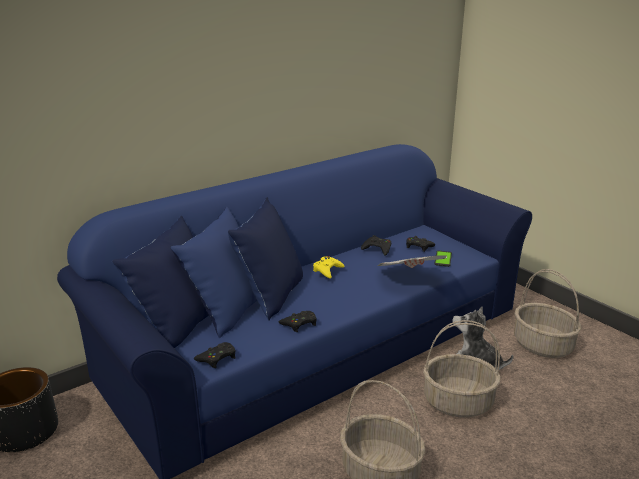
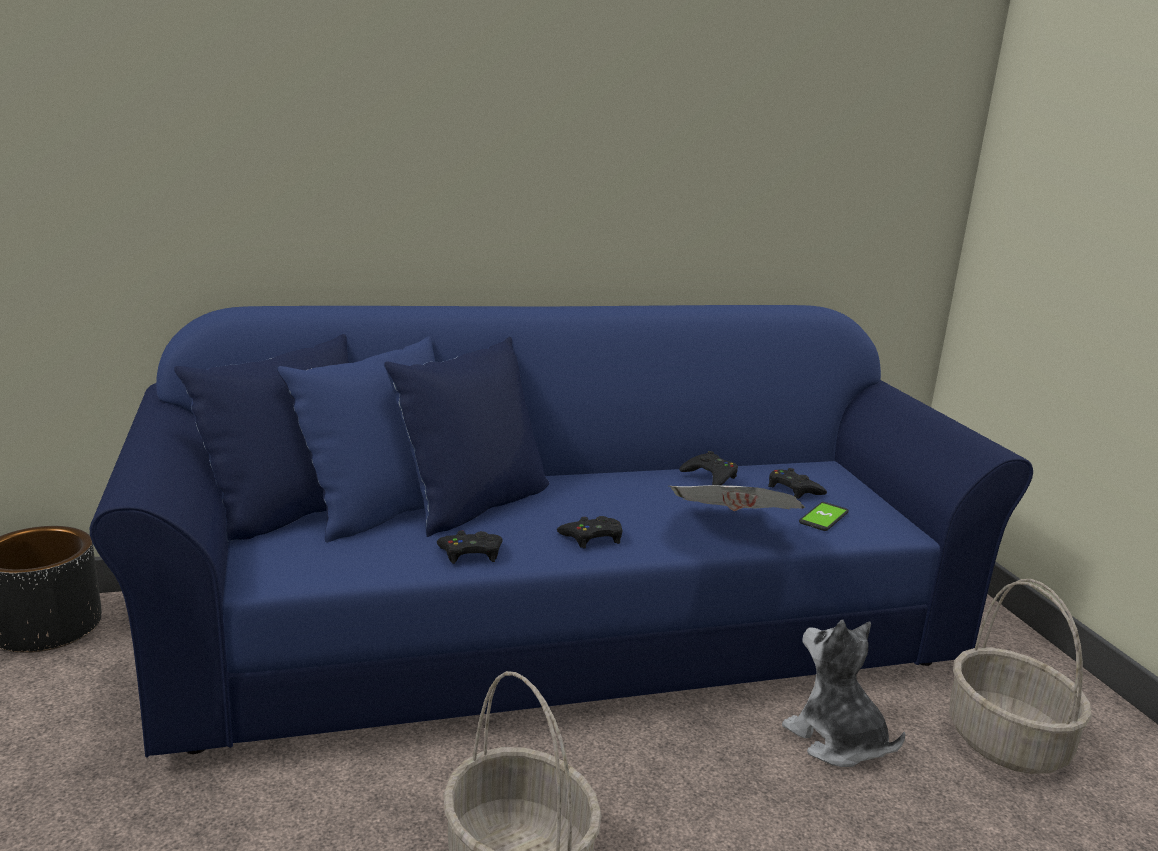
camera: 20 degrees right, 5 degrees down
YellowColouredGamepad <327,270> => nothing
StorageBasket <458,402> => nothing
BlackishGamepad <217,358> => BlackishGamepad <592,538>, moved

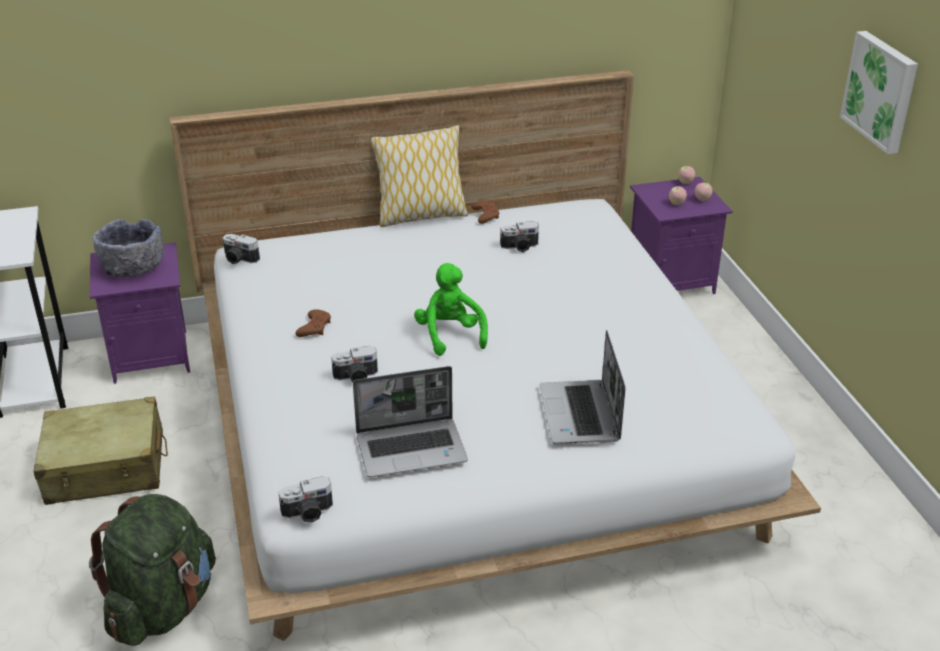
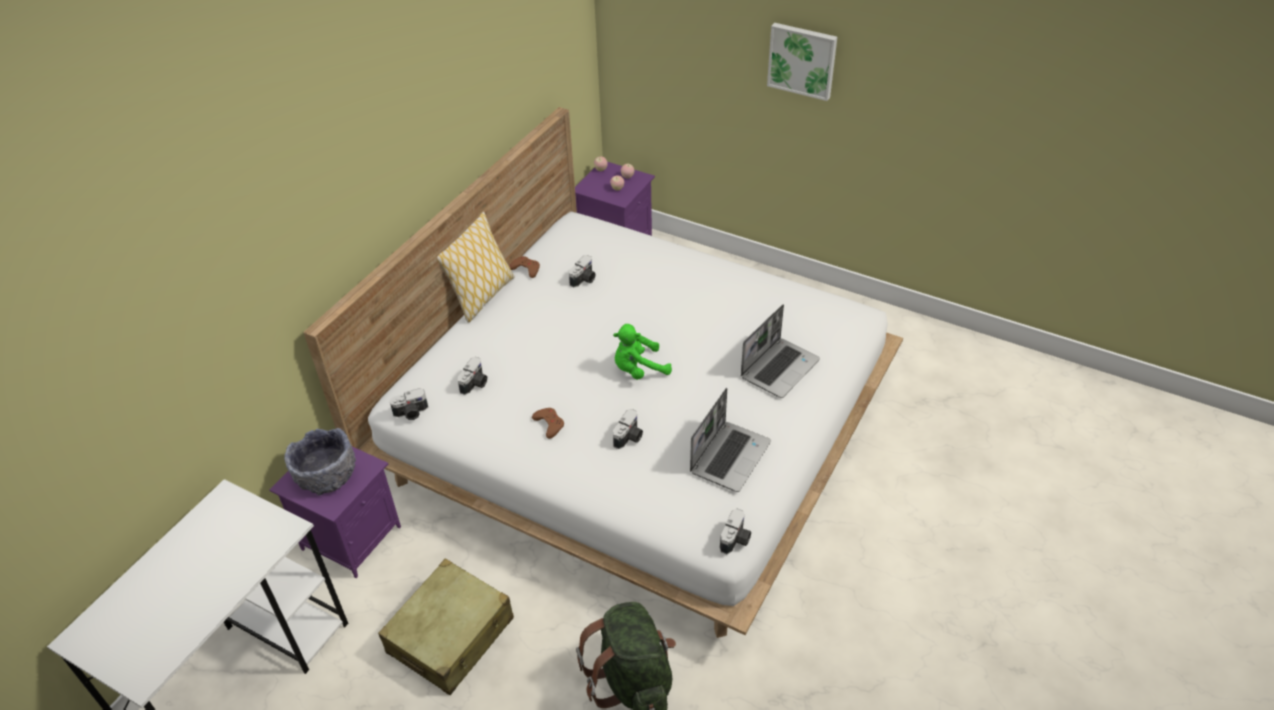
camera: 45 degrees left, 10 degrees up
GreenishCuddlyToy <450,335> => GreenishCuddlyToy <638,369>, 45 degrees counterclockwise
PortableComputer <581,415> => PortableComputer <779,368>, 90 degrees counterclockwise
nothing => StillCamera <475,384>

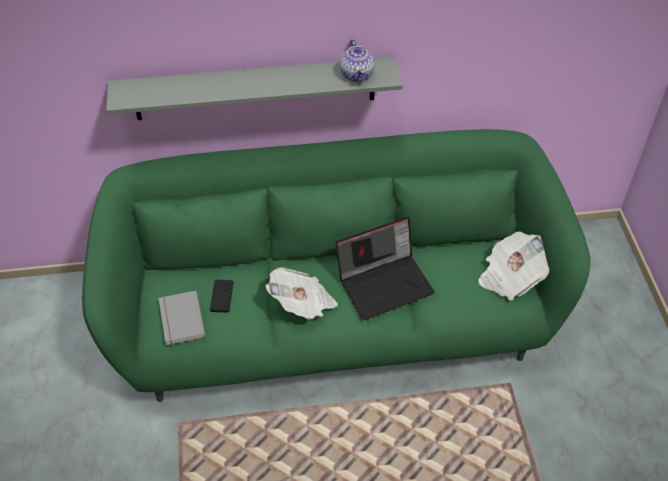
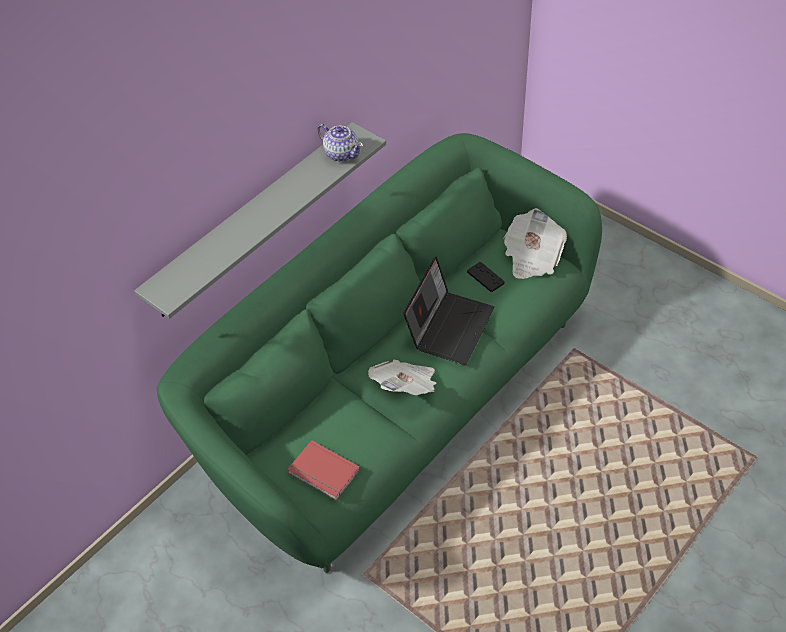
camera: 40 degrees left, 0 degrees up
BlackishGamepad <221,296> => BlackishGamepad <485,277>, moved
GrayBook <180,319> => RedBook <323,473>

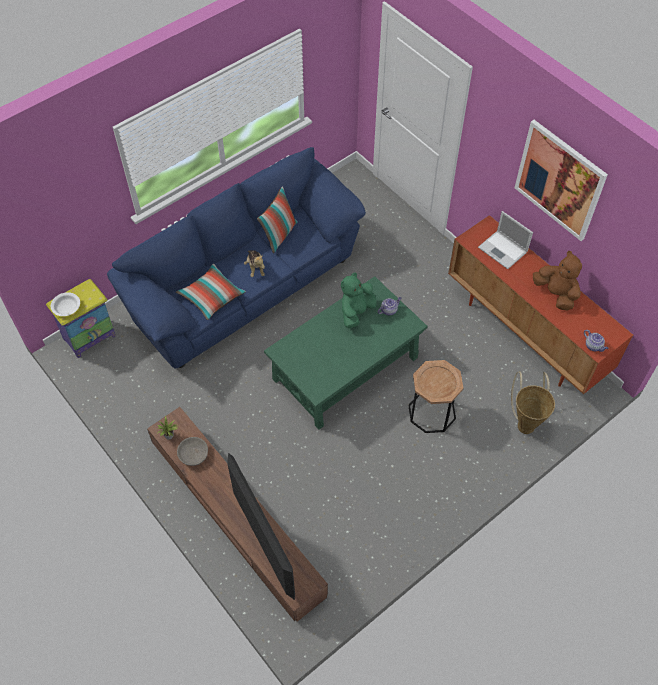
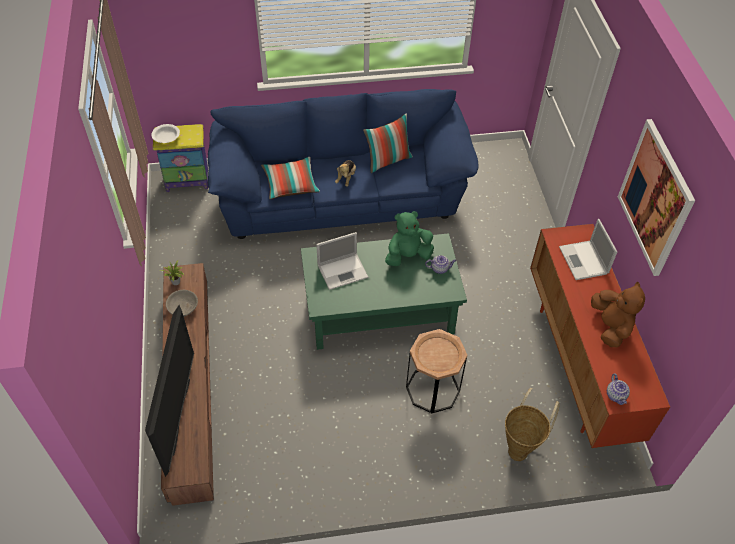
camera: 30 degrees right, 5 degrees down
nothing => PortableComputer <343,271>

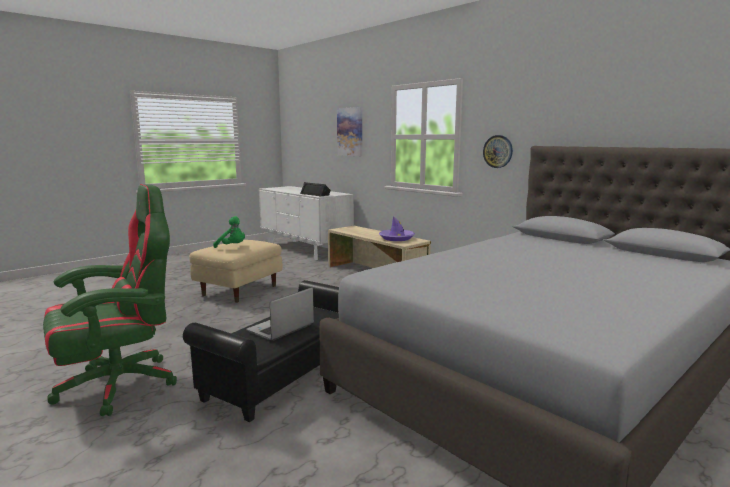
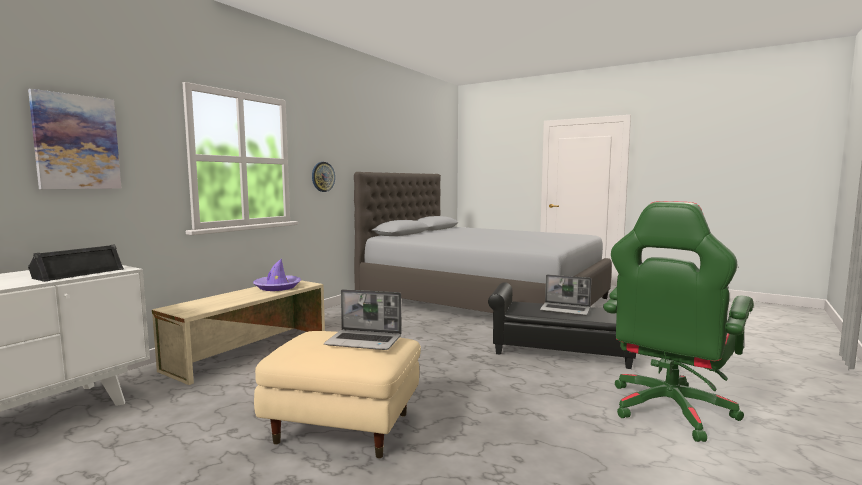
camera: 105 degrees left, 5 degrees down
GreenishDeskChair <118,385> => GreenishDeskChair <670,409>, 90 degrees counterclockwise
GreenishCuddlyToy <232,247> => PortableComputer <365,341>

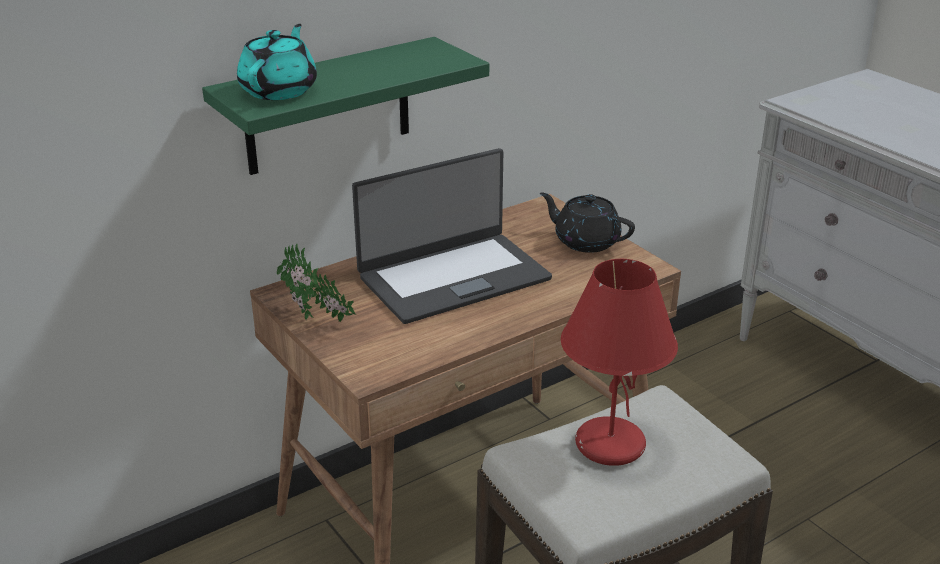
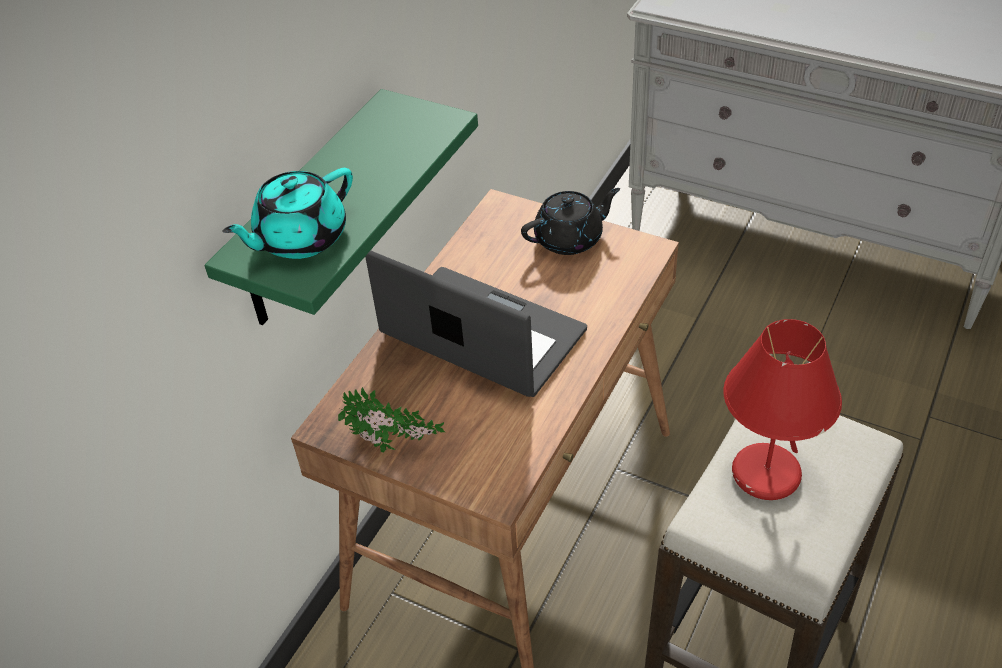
camera: 25 degrees left, 15 degrees up
BlueGreenPotForTea <280,90> => BlueGreenPotForTea <300,238>, 120 degrees counterclockwise
PortableComputer <453,277> => PortableComputer <481,335>, 90 degrees counterclockwise
BlackishPotForTea <585,241> => BlackishPotForTea <570,239>, 150 degrees clockwise

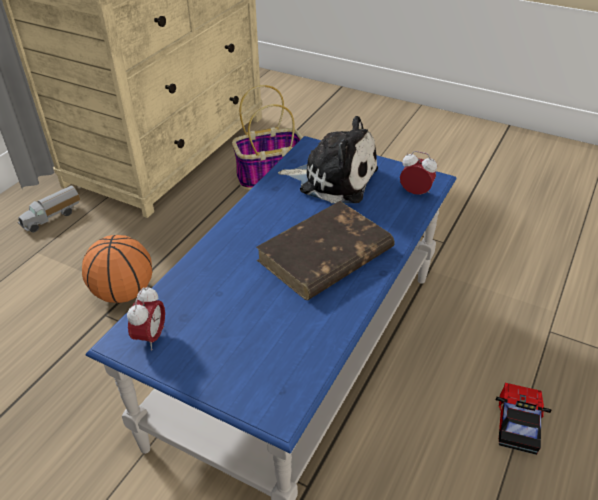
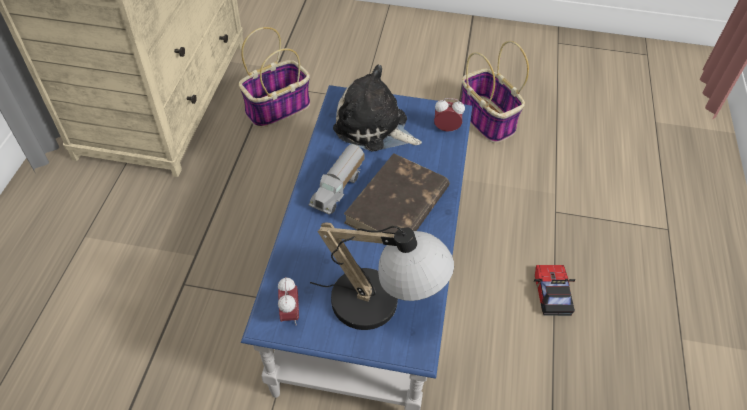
camera: 20 degrees left, 10 degrees up
CuddlyToy <333,179> => CuddlyToy <374,128>, 150 degrees counterclockwise
ModelTruck <52,218> => ModelTruck <338,189>, moved
BasketballBall <124,293> => nothing
nothing => StorageBasket <487,120>
nothing => TabletopLamp <382,306>

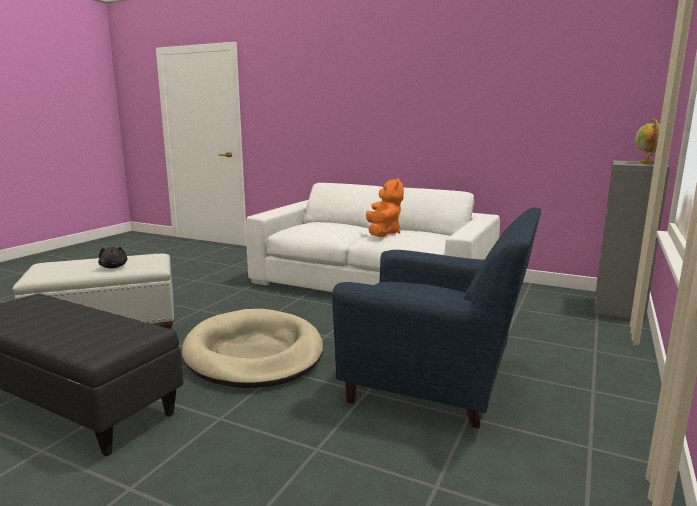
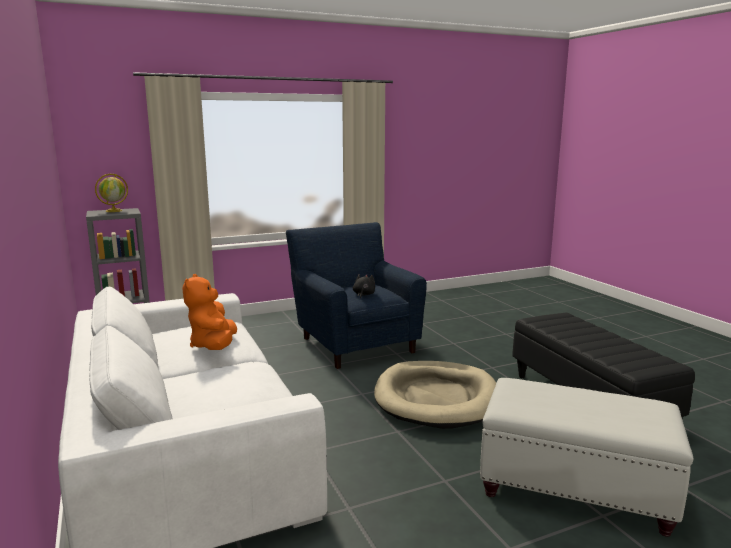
camera: 140 degrees left, 0 degrees up
OrangeCuddlyToy <383,233> => OrangeCuddlyToy <214,346>, 45 degrees counterclockwise
BlackishCuddlyToy <114,267> => BlackishCuddlyToy <363,294>, moved

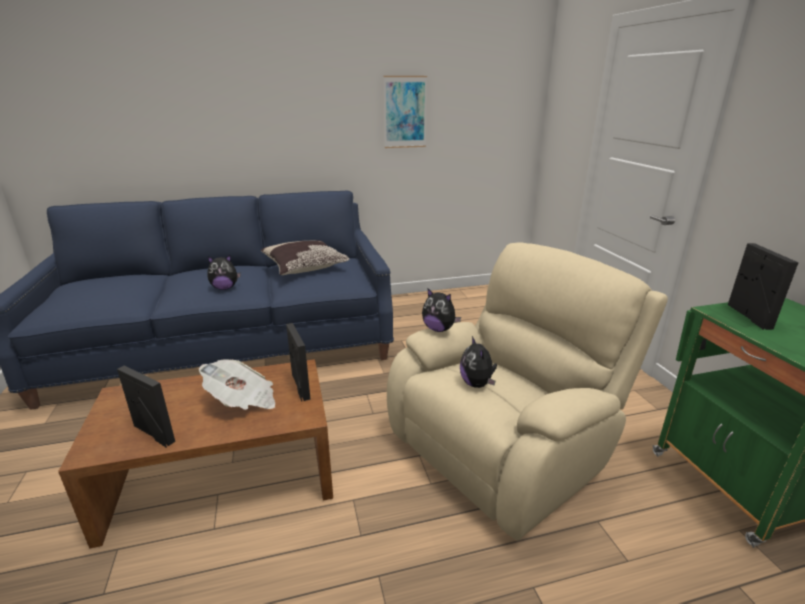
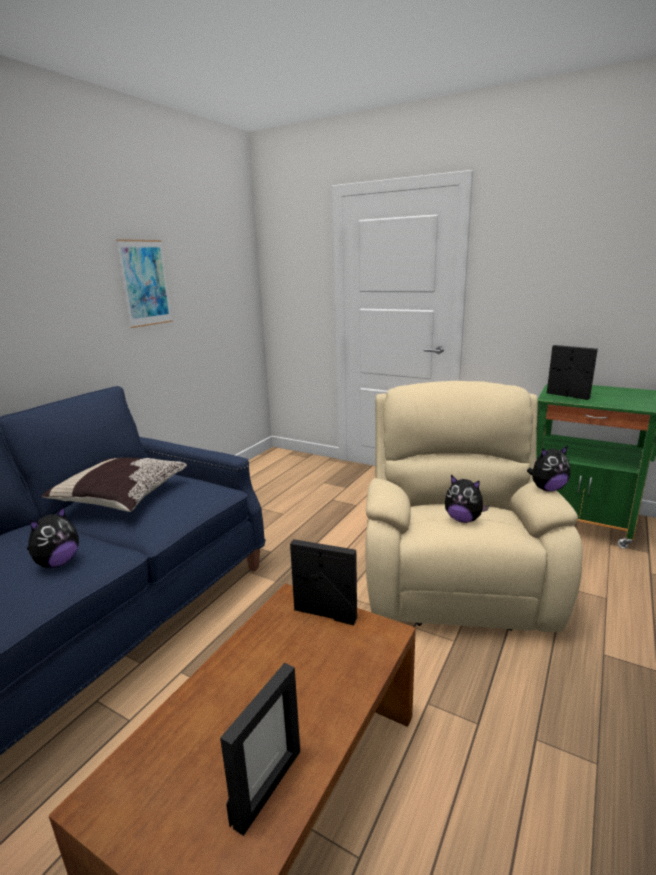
camera: 45 degrees left, 5 degrees down
CuddlyToy <439,329> => CuddlyToy <547,489>, moved
DailyPaper <243,401> => nothing
PhotoFrame <153,434> => PhotoFrame <267,786>, 135 degrees clockwise

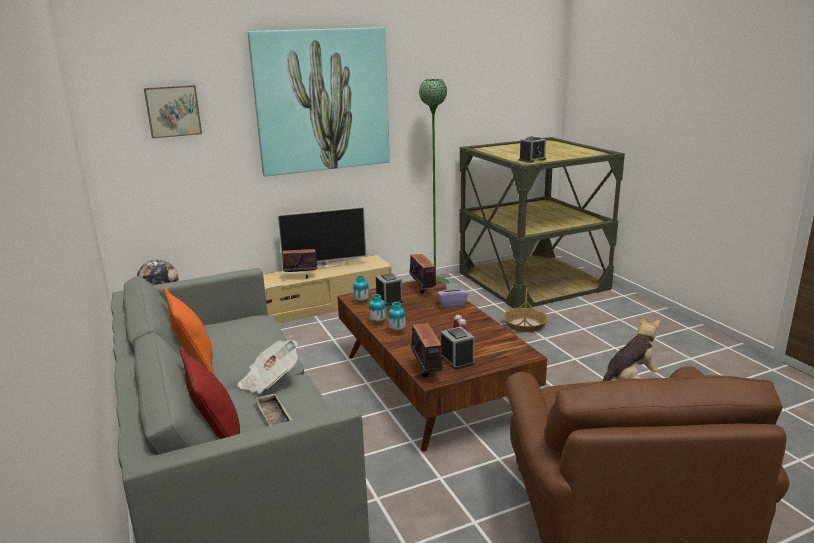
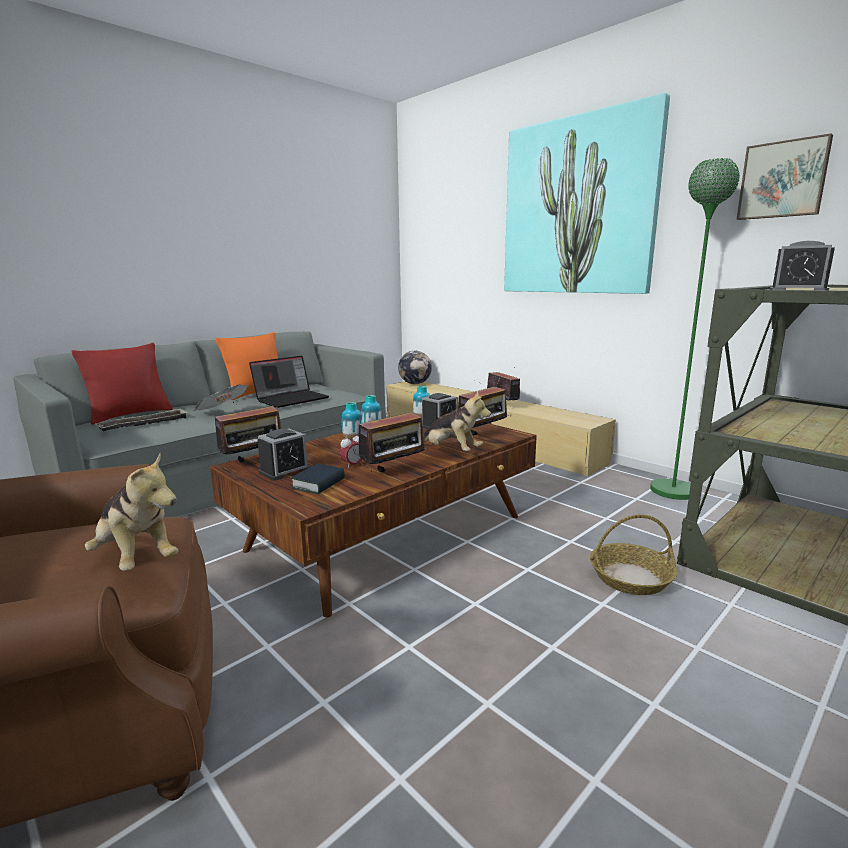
camera: 70 degrees right, 5 degrees down
WallArt <173,111> => WallArt <783,180>, moved
Television <325,266> => nothing
PurpleColouredTissueHolder <452,304> => CuddlyToy <451,451>
nothing => PortableComputer <292,399>
nothing => Radio <394,471>
nothing => Book <318,483>

